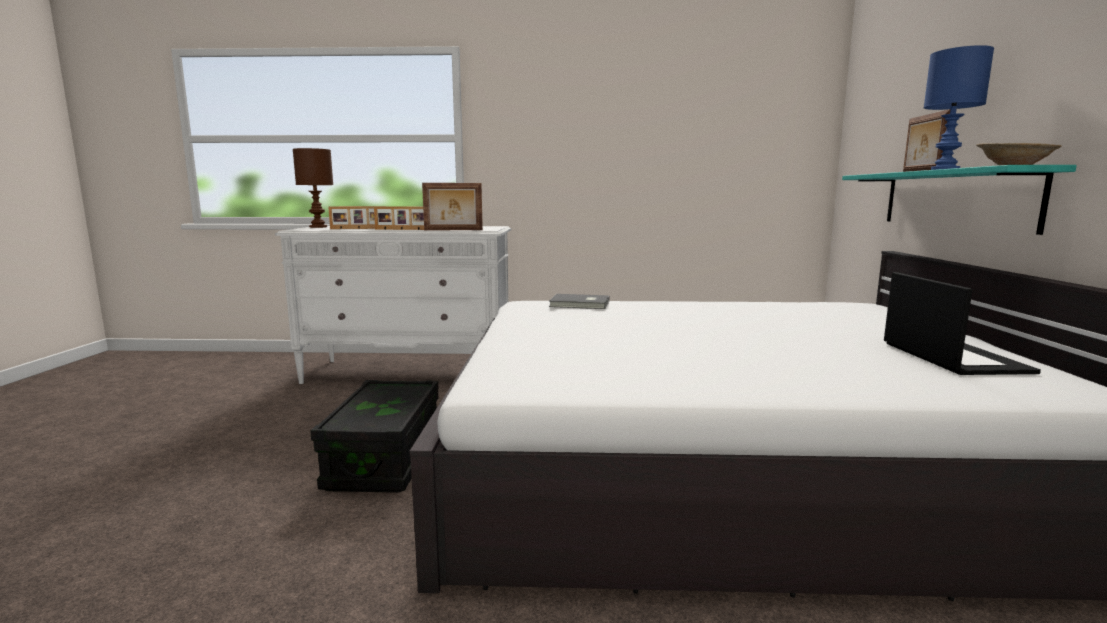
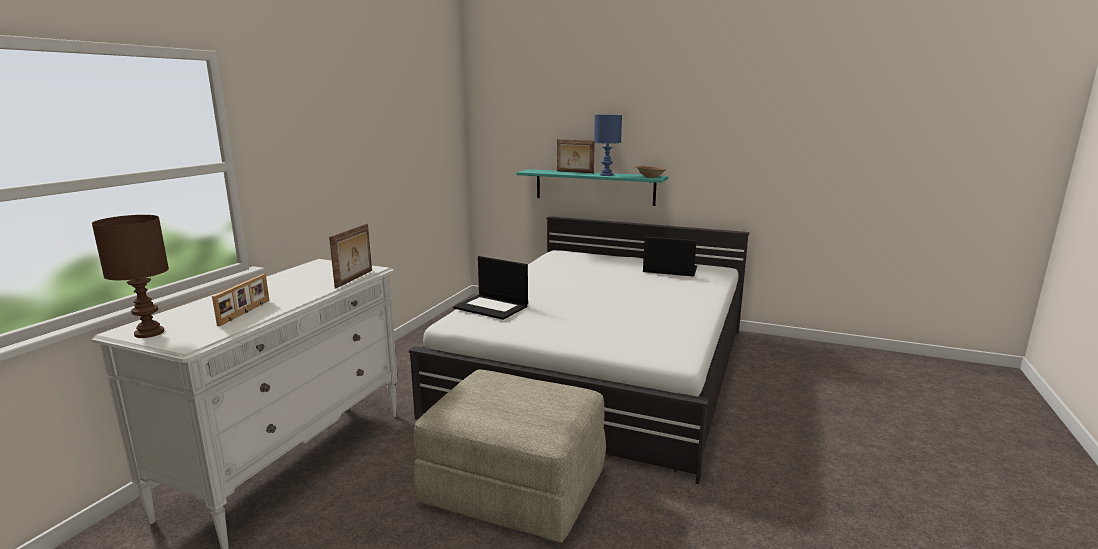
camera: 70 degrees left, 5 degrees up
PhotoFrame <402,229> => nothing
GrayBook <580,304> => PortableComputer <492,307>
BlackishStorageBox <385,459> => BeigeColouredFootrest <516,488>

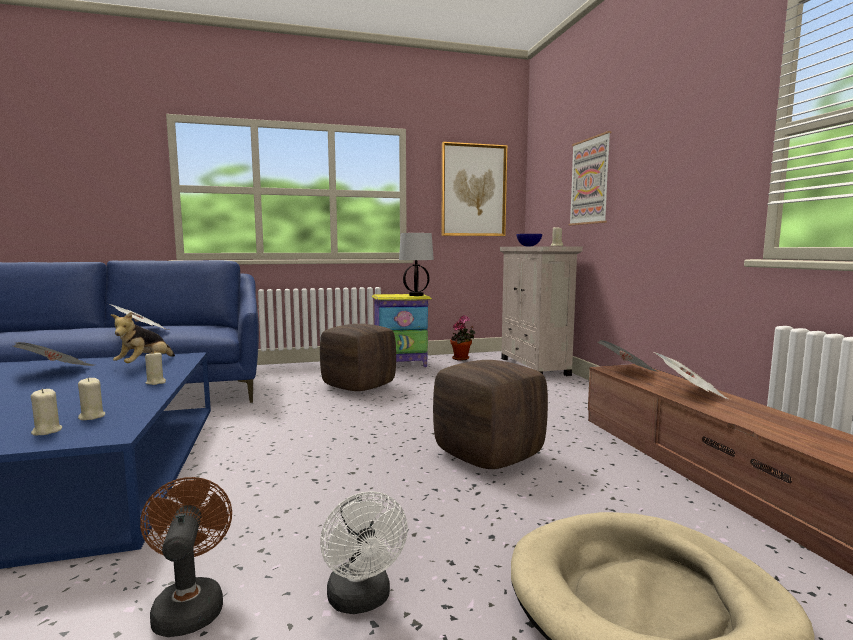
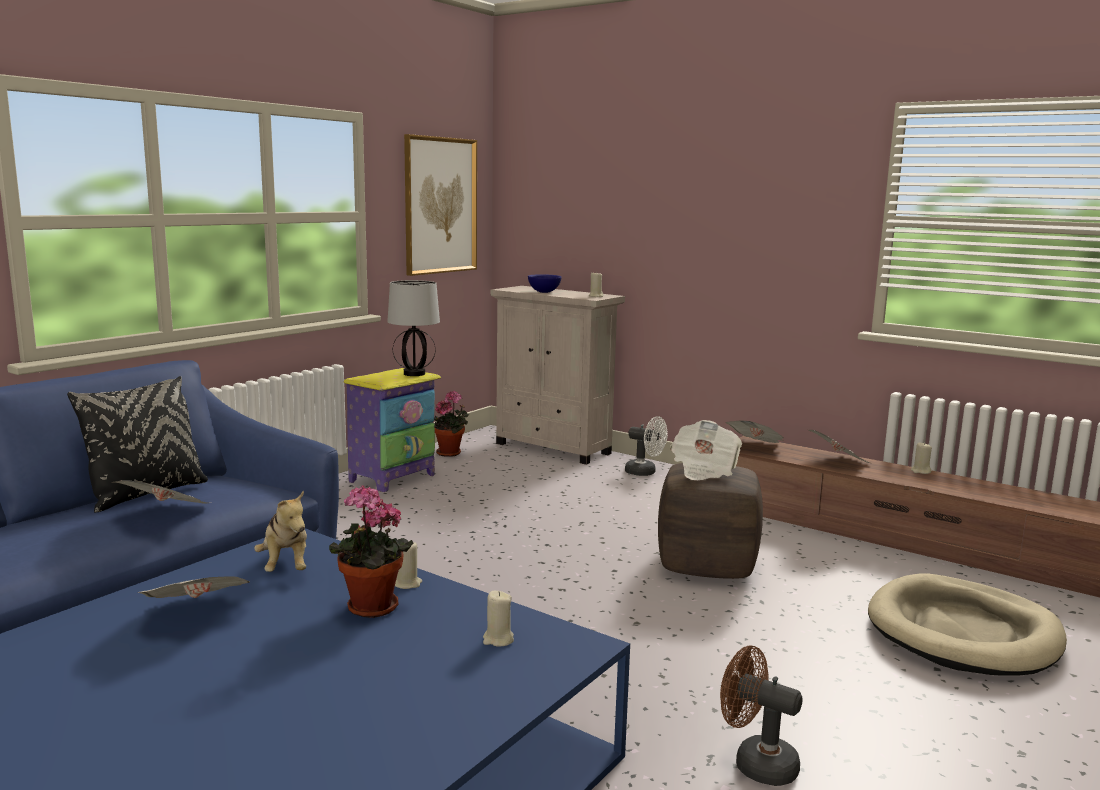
camera: 40 degrees left, 5 degrees up
WallArt <590,181> => nothing
BrownFootrest <359,386> => nothing
BeigeColouredWaxCandle <46,431> => BeigeColouredWaxCandle <920,471>, moved
WhitishFan <362,600> => WhitishFan <645,472>, moved
nothing => BlackishCushion <146,494>
nothing => DailyPaper <703,470>
nothing => PottedPlant <369,609>

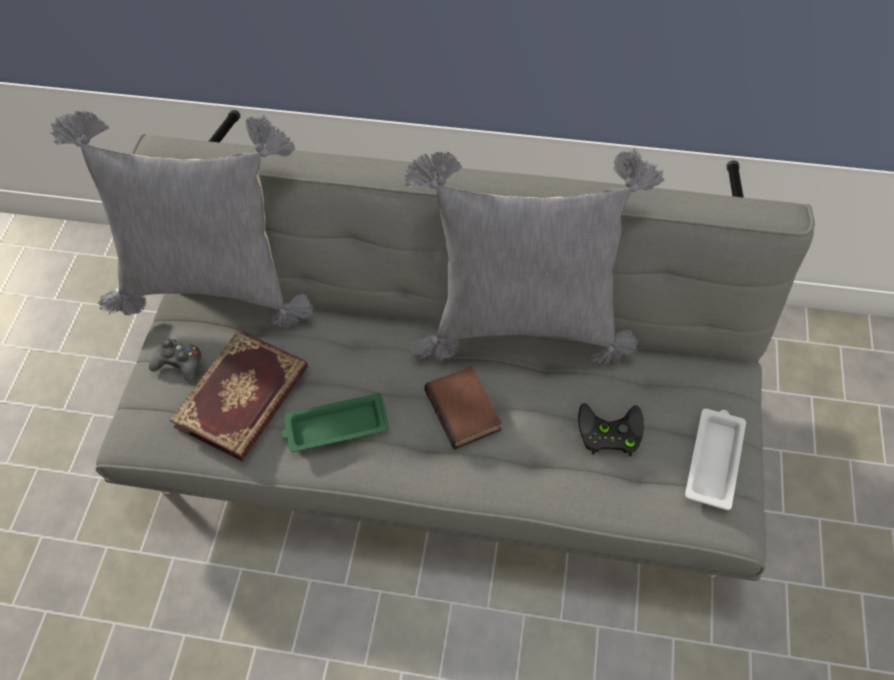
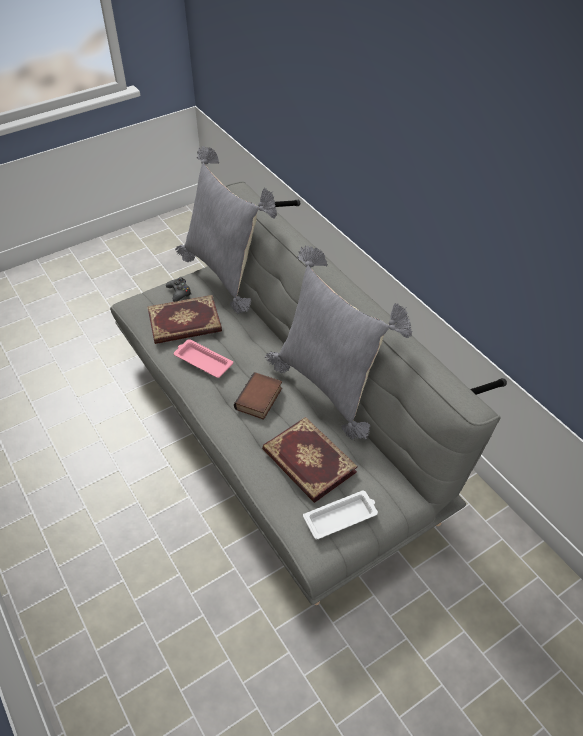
camera: 45 degrees right, 10 degrees down
GreenishCarryingTray <335,426> => PinkCarryingTray <202,361>
BlackishGamepad <608,433> => Book <308,462>

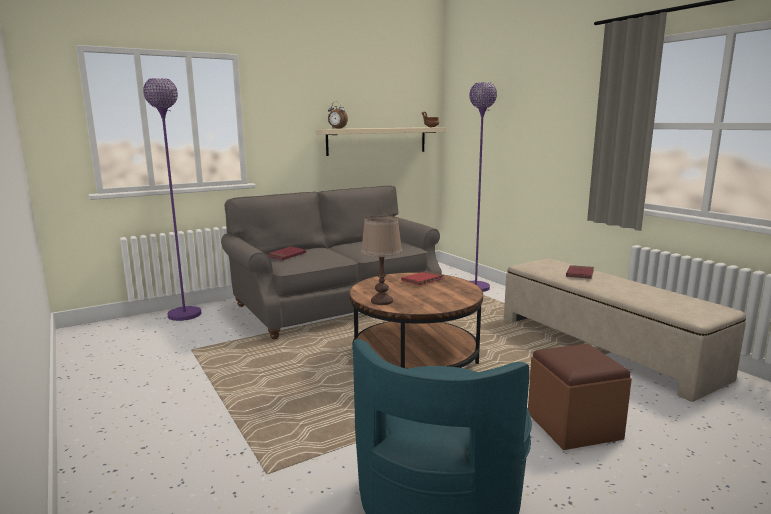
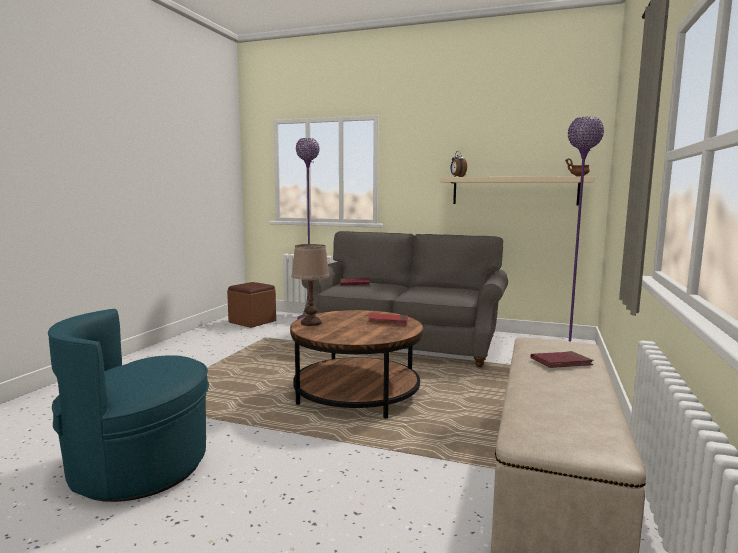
camera: 50 degrees right, 5 degrees down
BrownFootrest <573,426> => BrownFootrest <252,321>, moved

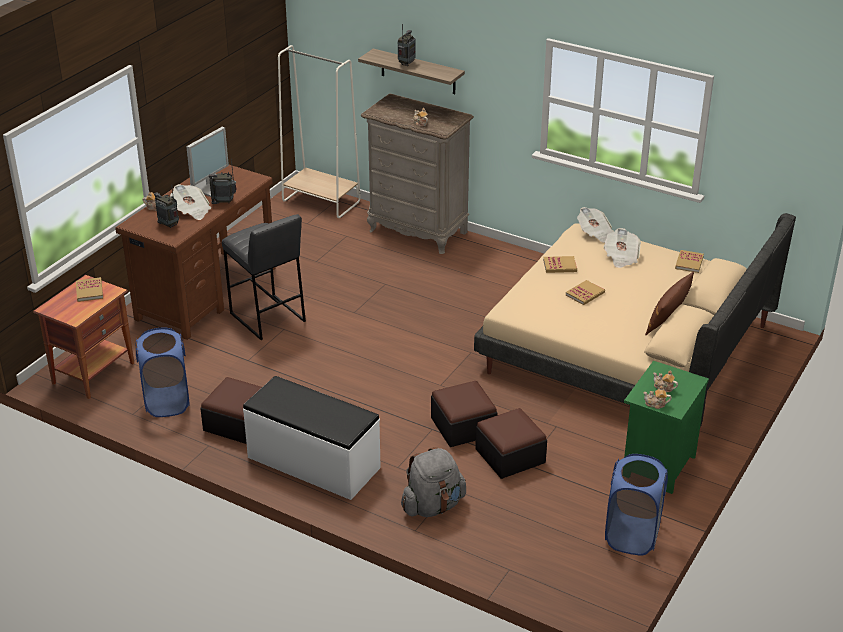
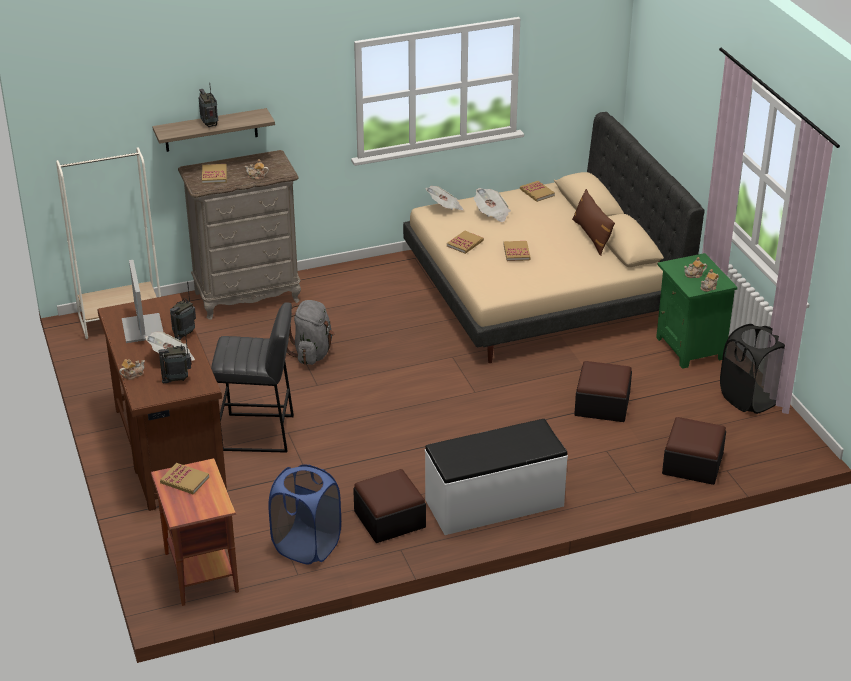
camera: 50 degrees left, 0 degrees up
Footrest <463,426> => Footrest <692,464>, moved
GrayRucksack <433,506> => GrayRucksack <312,353>, moved
BluishHamper <632,536> => BlackishHamper <749,399>
nothing => Book <214,175>

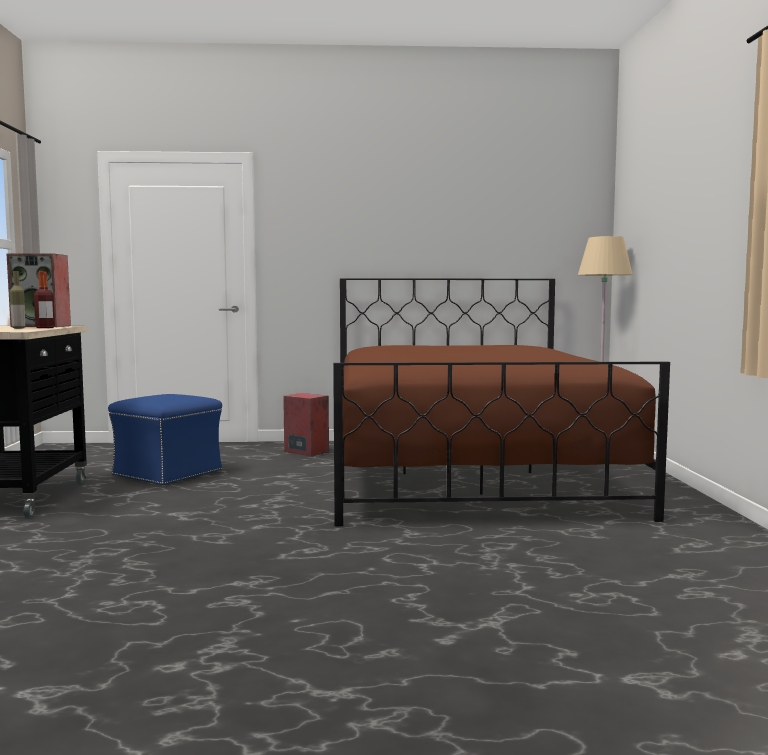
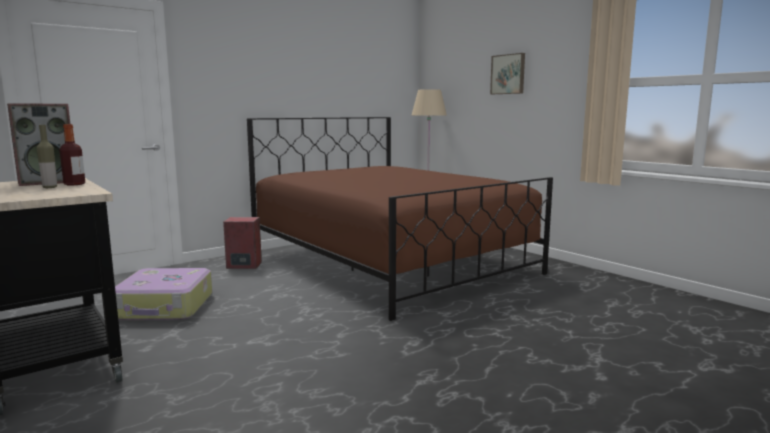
camera: 35 degrees left, 5 degrees up
BluishFootrest <168,473> => Suitcase <165,307>
nothing => WallArt <508,74>

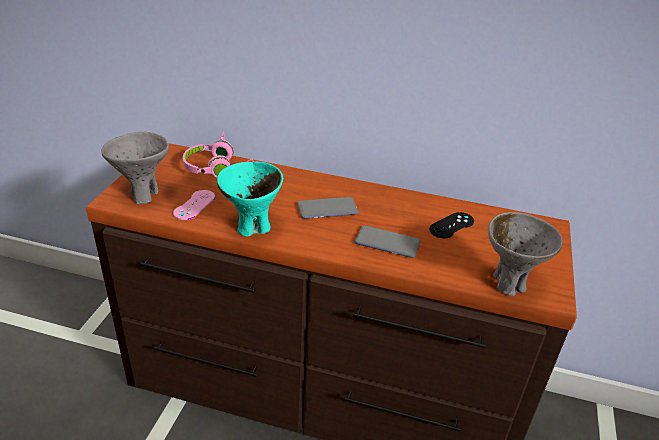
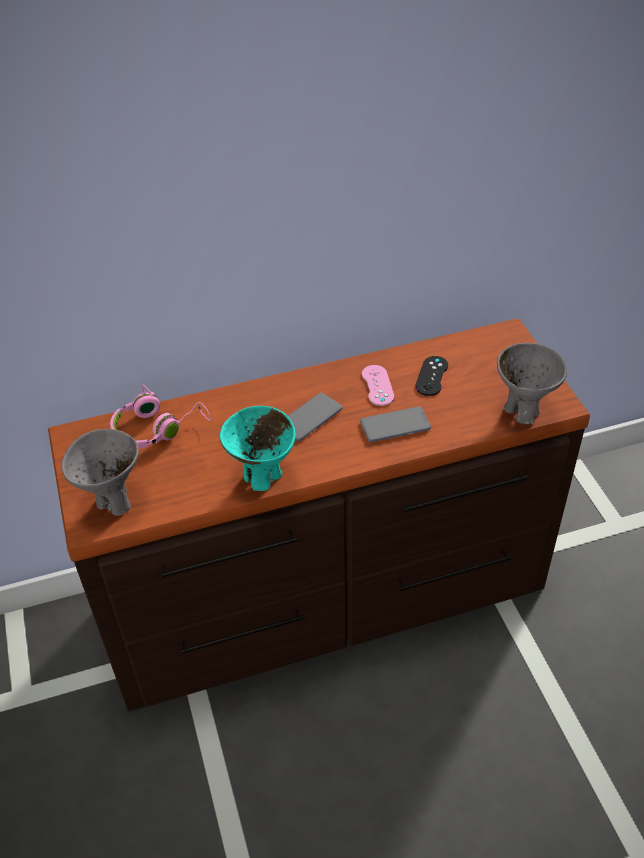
camera: 30 degrees left, 10 degrees up
PinkGamepad <194,205> => PinkGamepad <377,385>, moved

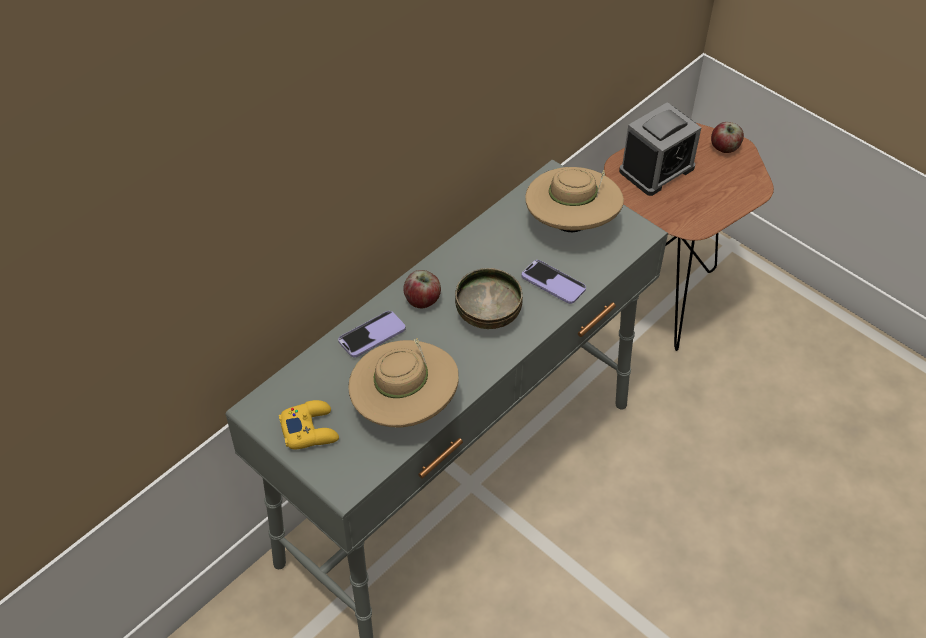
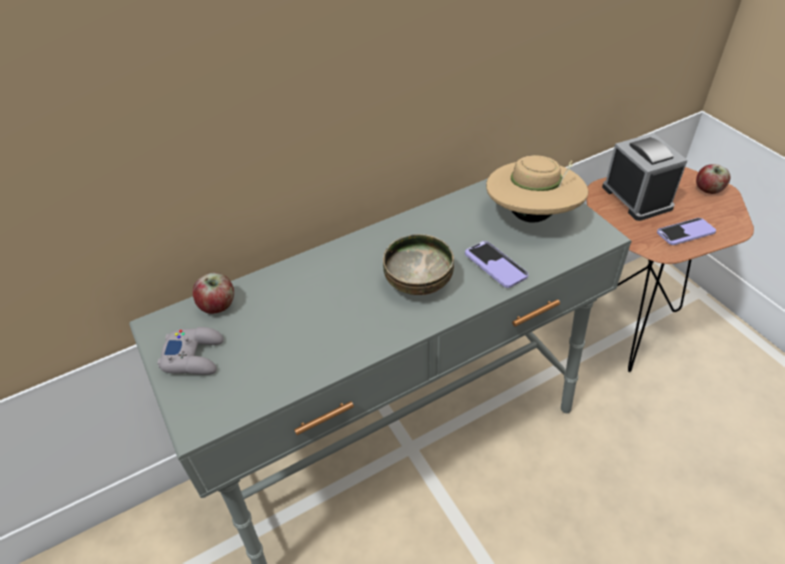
camera: 20 degrees right, 5 degrees down
TableClock <656,169> => TableClock <636,197>, 90 degrees counterclockwise
AppleFruit <422,300> => AppleFruit <218,305>, moved
Handset <372,335> => Handset <685,233>, moved
BeigeColouredClothingHat <404,406> => nothing
YellowColouredGamepad <310,429> => GrayGamepad <194,356>

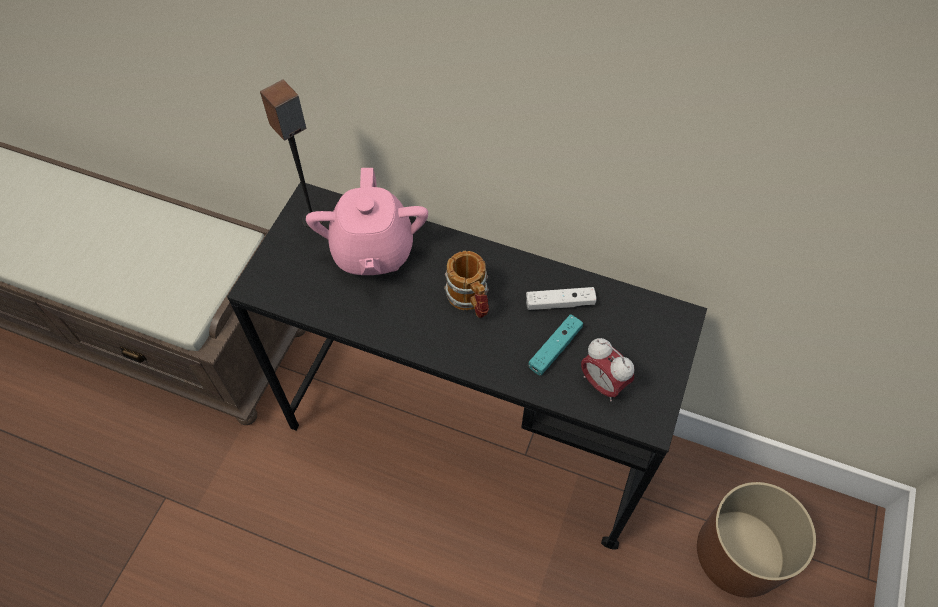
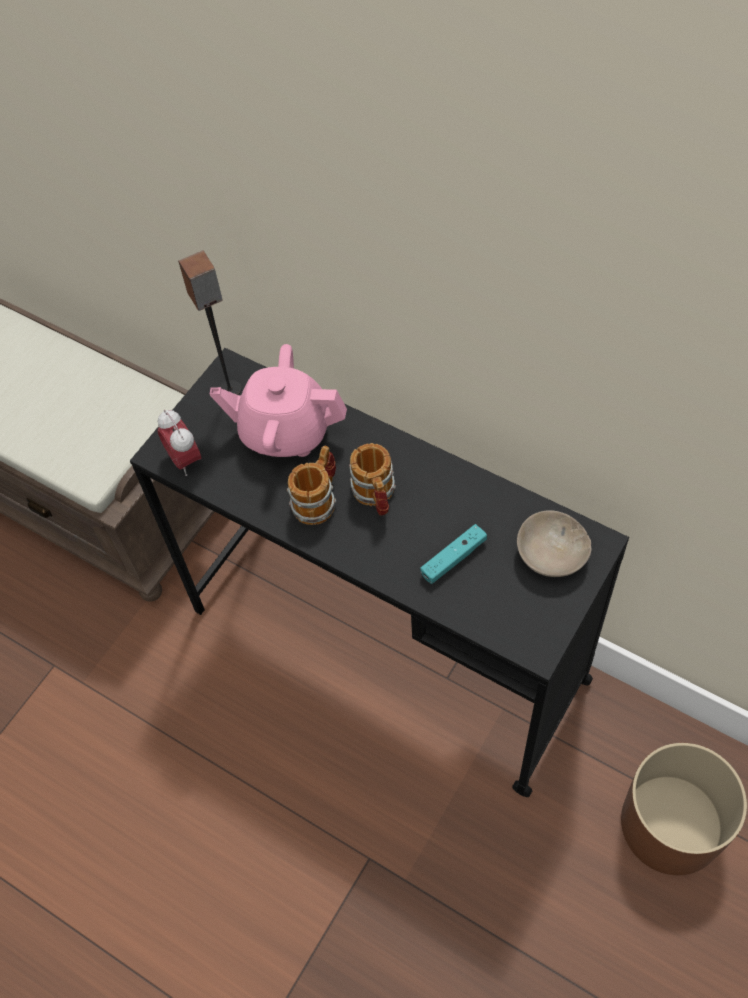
camera: 15 degrees right, 0 degrees up
PinkPotForTea <373,251> => PinkPotForTea <285,431>, 90 degrees clockwise
WhitishGamepad <560,303> => nothing
TableClock <602,384> => TableClock <185,460>, moved
nothing => Mug <318,499>
nothing => BeigeColouredServingBowl <549,554>

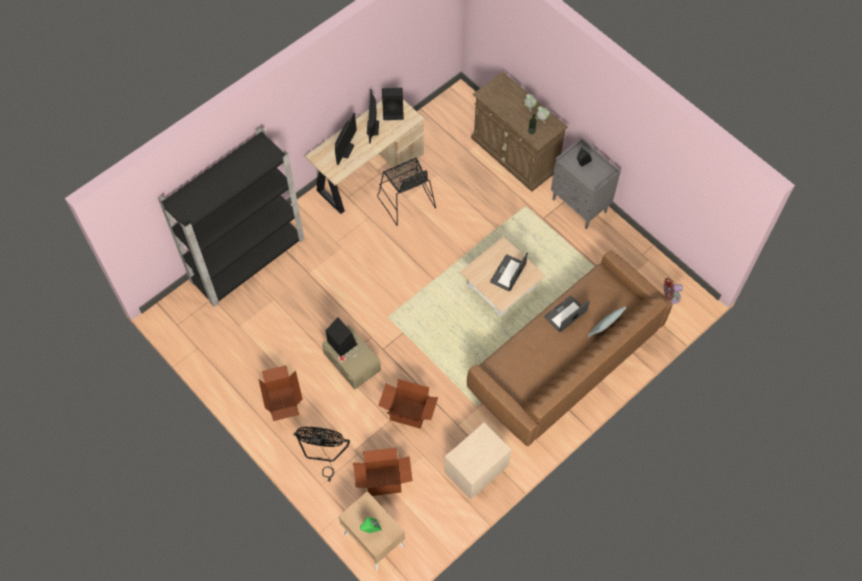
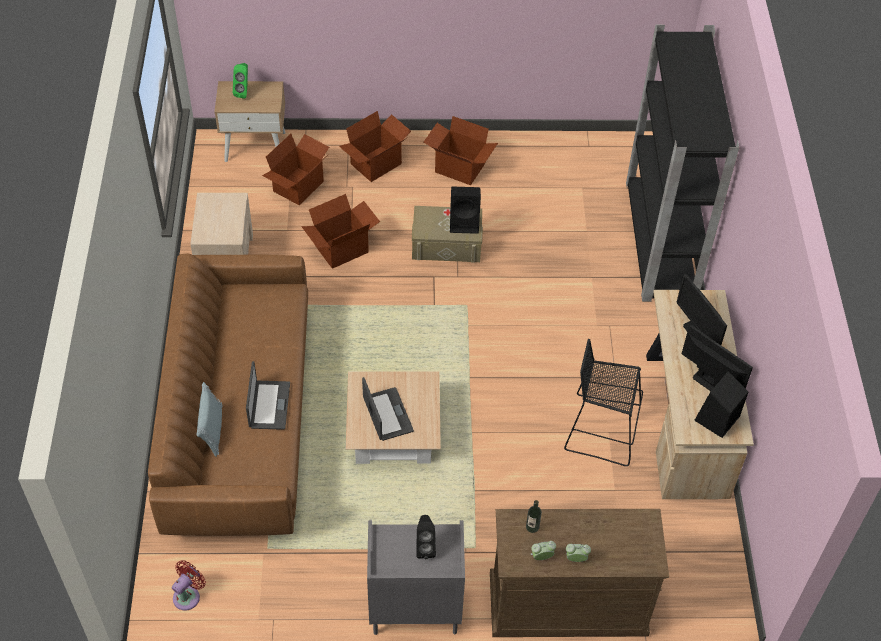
camera: 130 degrees right, 10 degrees down
BlackishFan <323,453> => CardboardBox <376,164>

